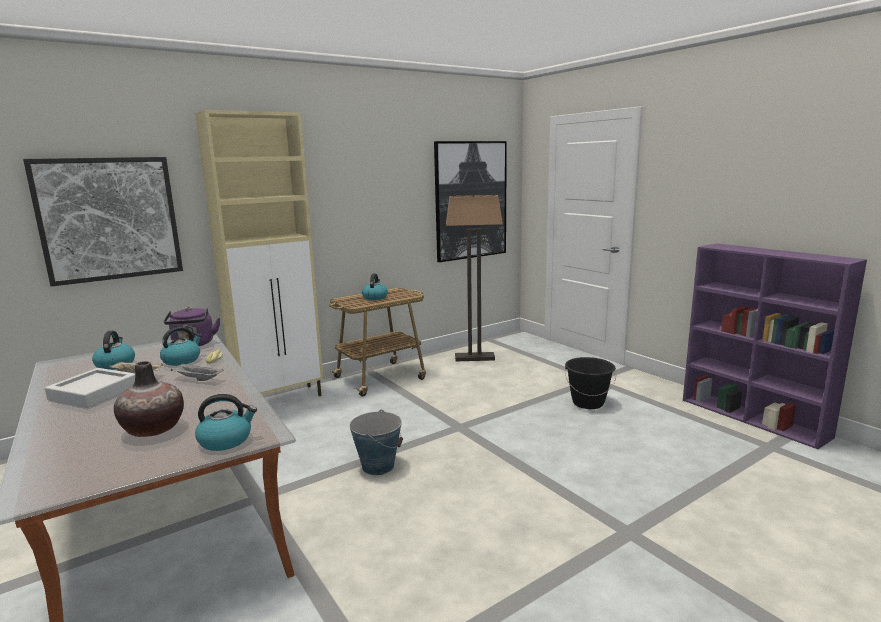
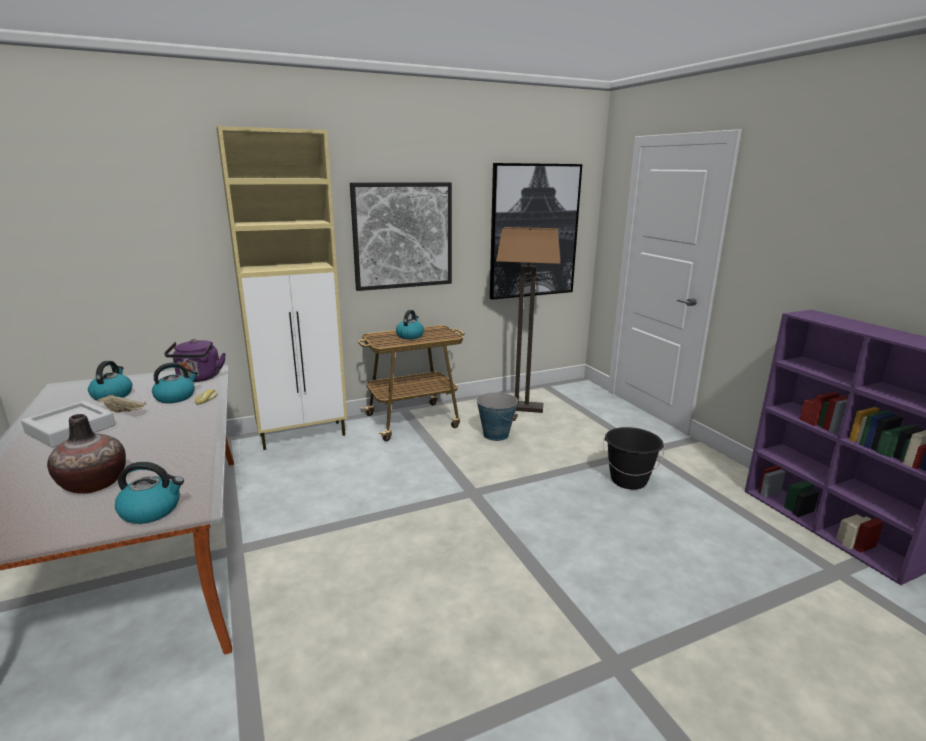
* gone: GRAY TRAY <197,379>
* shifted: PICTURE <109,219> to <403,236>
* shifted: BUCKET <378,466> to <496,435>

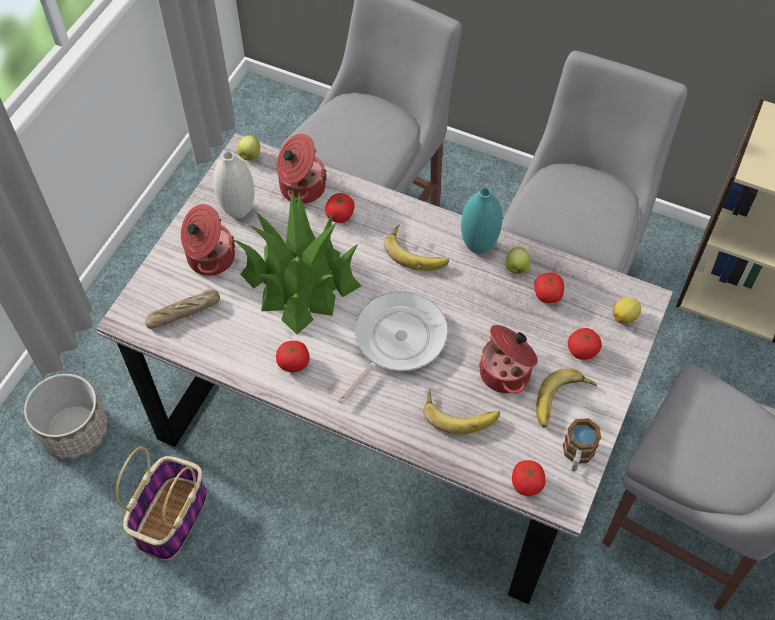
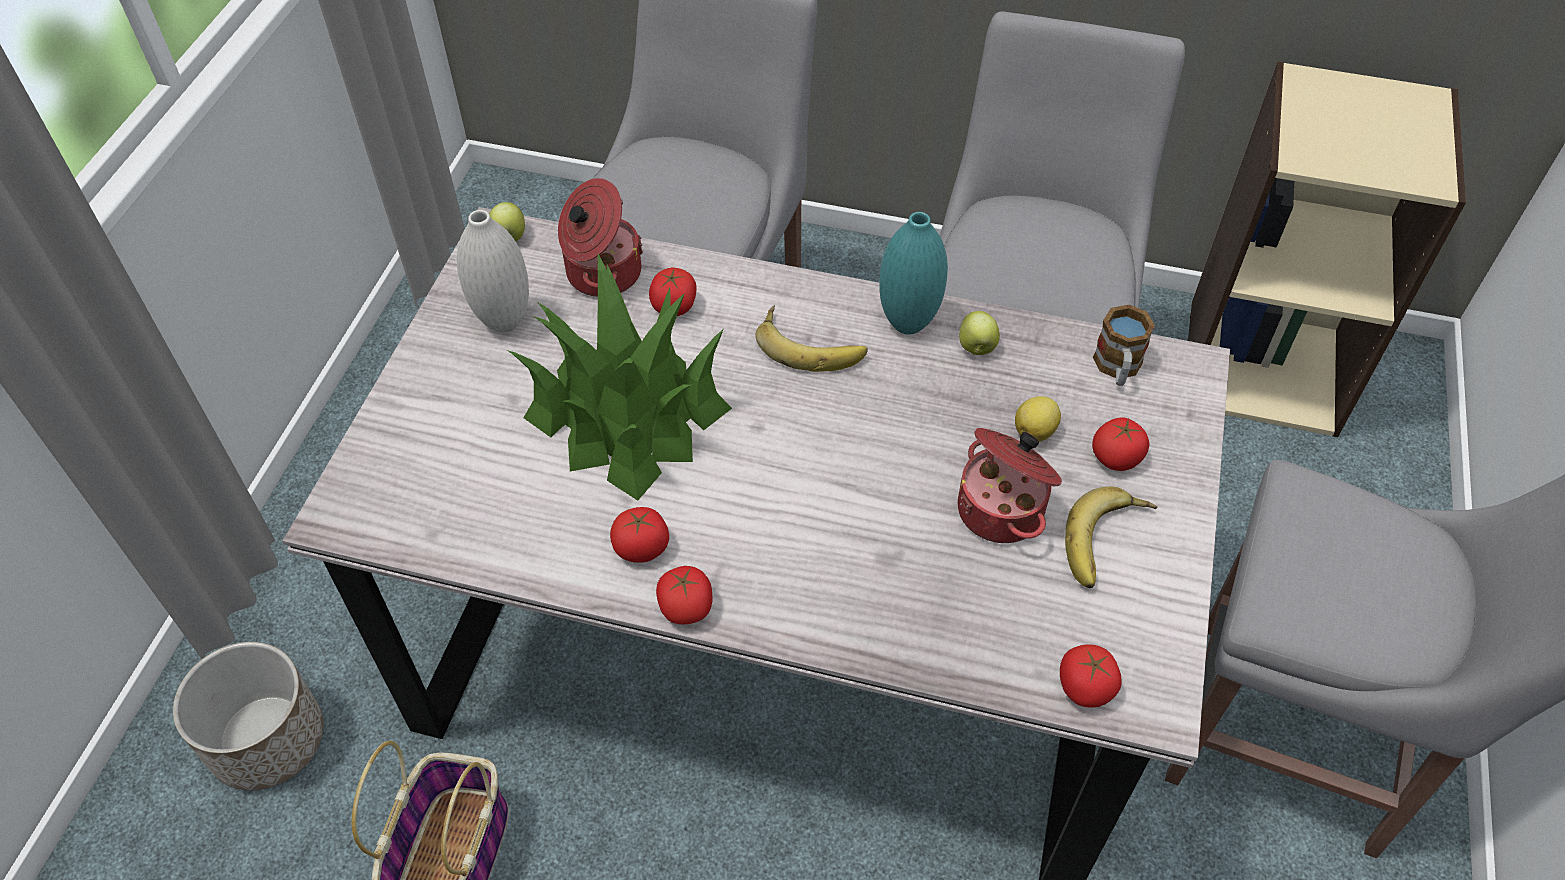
* gone: BREAD <183,313>
* gone: COOKING POT <209,258>
* gone: SKILLET <396,341>
* gone: WHOLE BANANA <460,412>
* shifted: FRESH TOMATO <547,295> to <686,608>
* shifted: MUG <577,455> to <1117,368>
* shifted: WHOLE LEMON <625,317> to <1035,431>

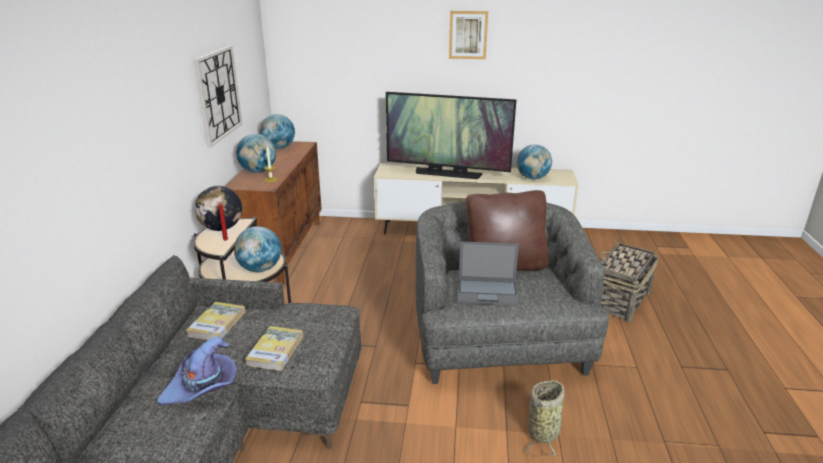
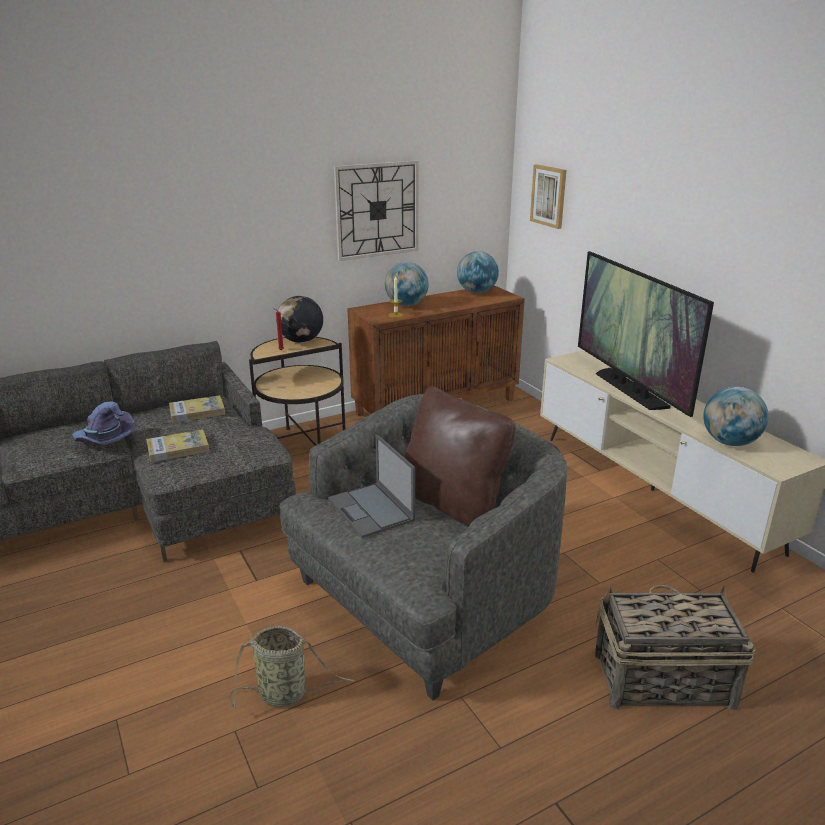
* gone: GLOBE <260,269>
* shifted: PICTURE <468,35> to <549,196>

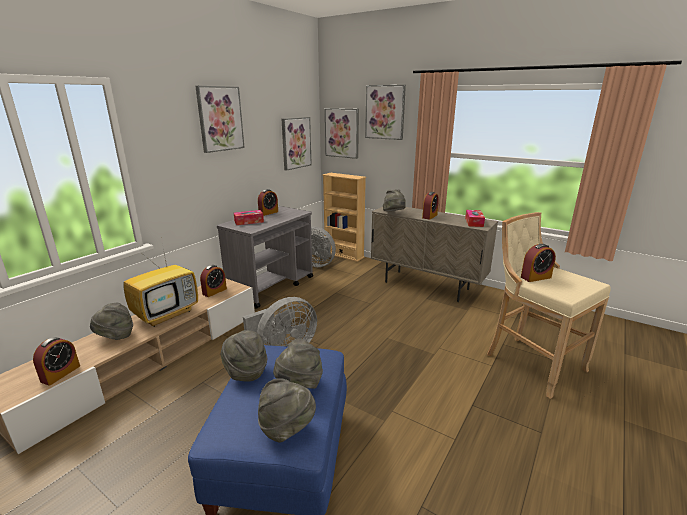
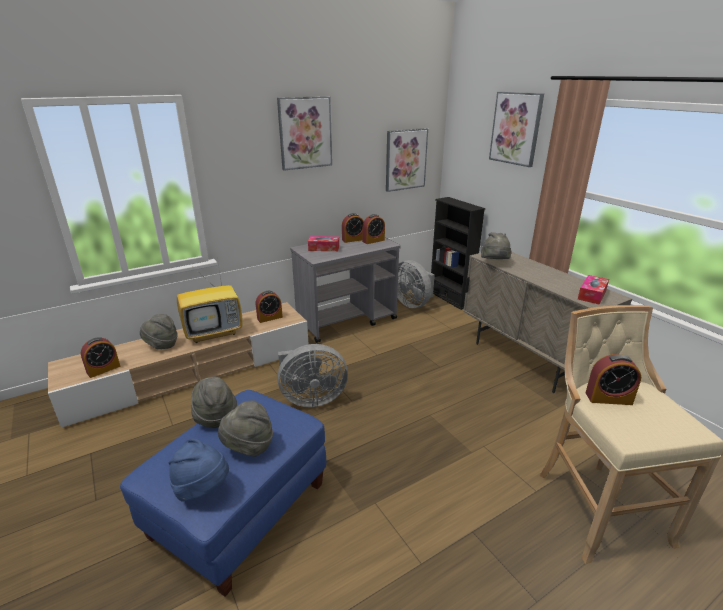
* gone: PICTURE <342,133>
* shifted: BEDSIDE CLOCK <429,216> to <373,241>
* repainted: GRAY WEARABLE HAT <287,428> to BLUISH WEARABLE HAT <203,488>
* repainted: BEIGE-COLOURED SHELVING UNIT <343,255> to BLACK-COLOURED SHELVING UNIT <450,298>

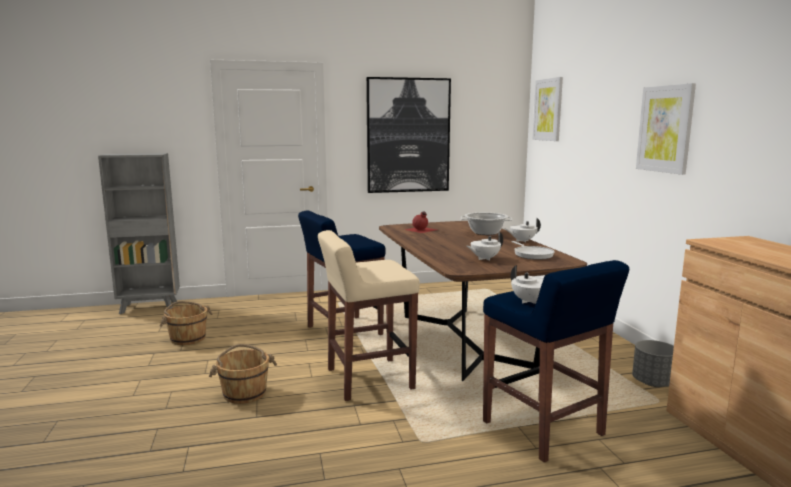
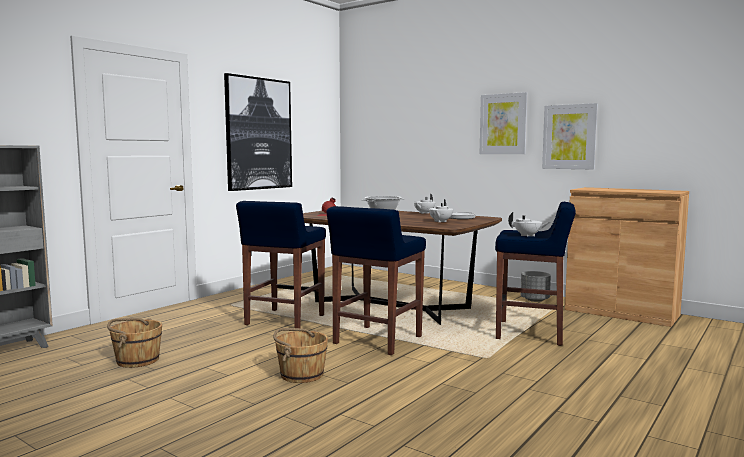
* shifted: PICTURE <548,109> to <569,137>
* repainted: BEIGE-COLOURED STOOL <368,379> to BLUISH STOOL <376,341>

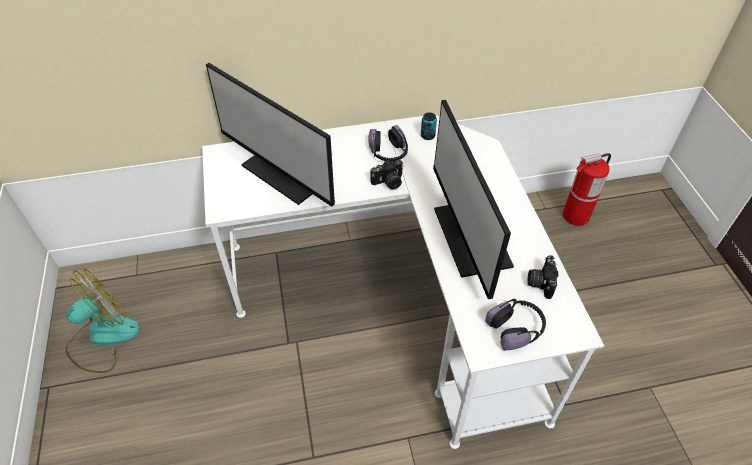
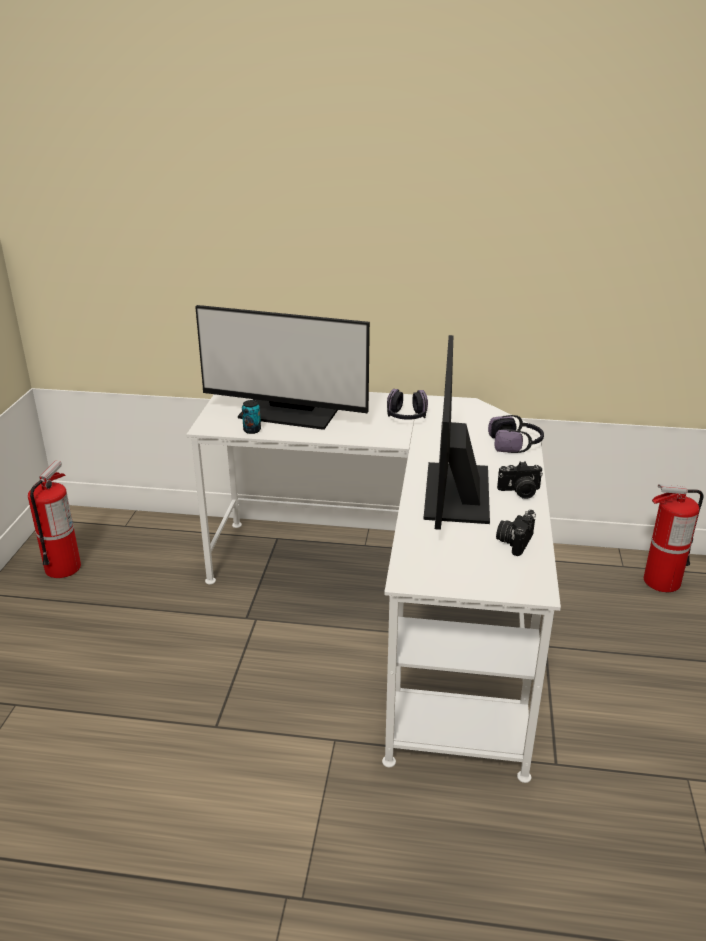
* shifted: STILL CAMERA <388,182> to <520,492>
* shifted: SEALED CAN <427,136> to <252,430>
* shifted: HEADSET <516,329> to <516,444>
* swapped: FAN <102,337> to FIRE-FIGHTING CYLINDER <63,567>
* rotated: COMPUTER SCREEN <285,173> = <289,413> 45 degrees counterclockwise

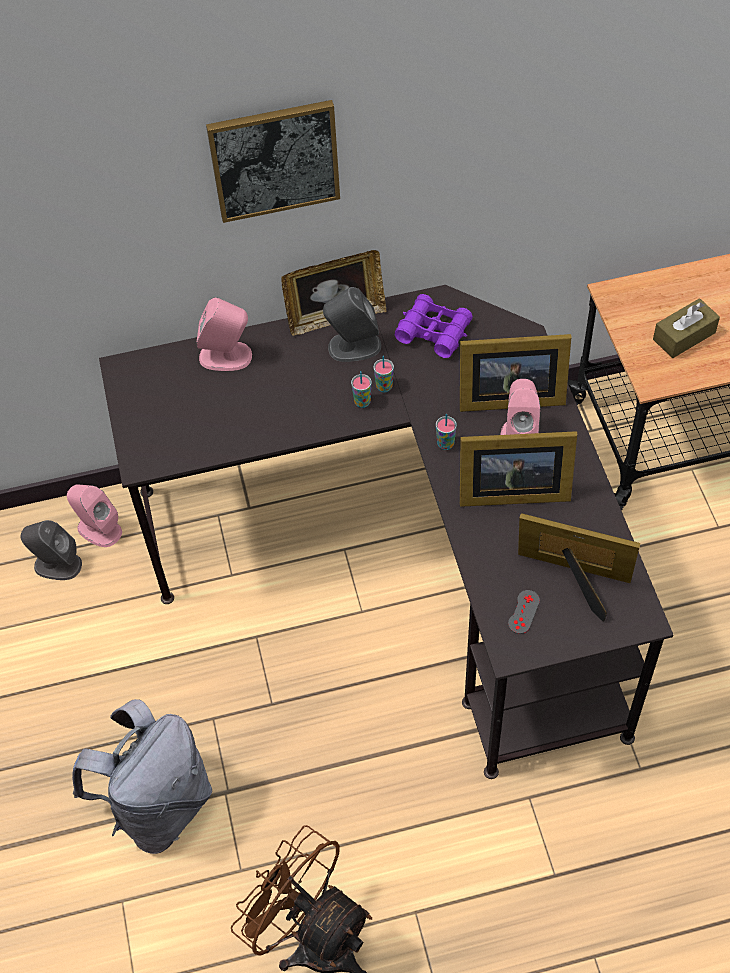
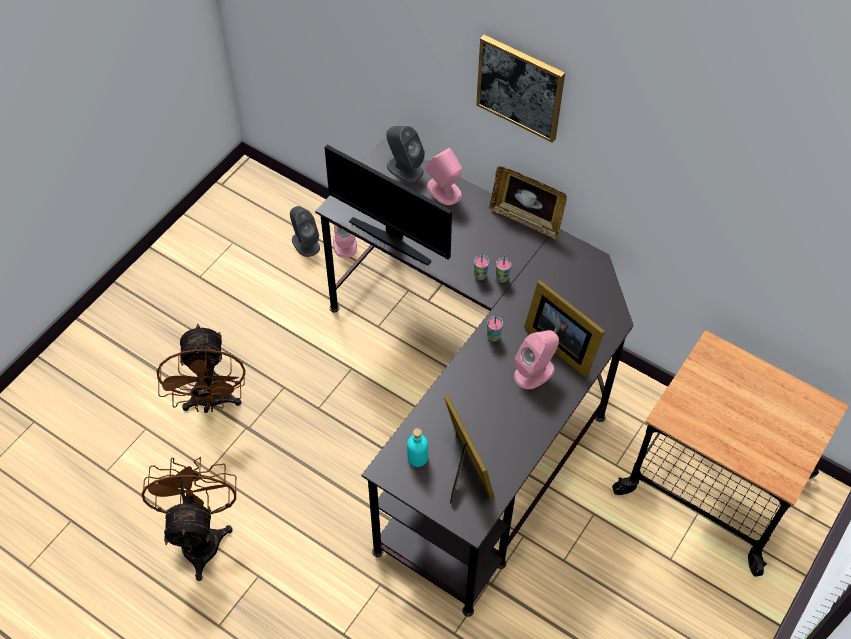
* gone: PURPLE BINOCULARS <433,332>
* gone: STANDING FRAME <509,490>
* gone: BROWNISH TISSUE HOLDER <684,336>
* new: COMPUTER SCREEN <391,239>
* shifted: GRAY SPEAKER <353,346> to <404,168>
* swapped: GRAY RUCKSACK <158,805> to BROWNISH FAN <212,402>
* swapped: GRAY GAME CONTROLLER <523,612> to TURQUOISE DRINK BOTTLE <417,458>

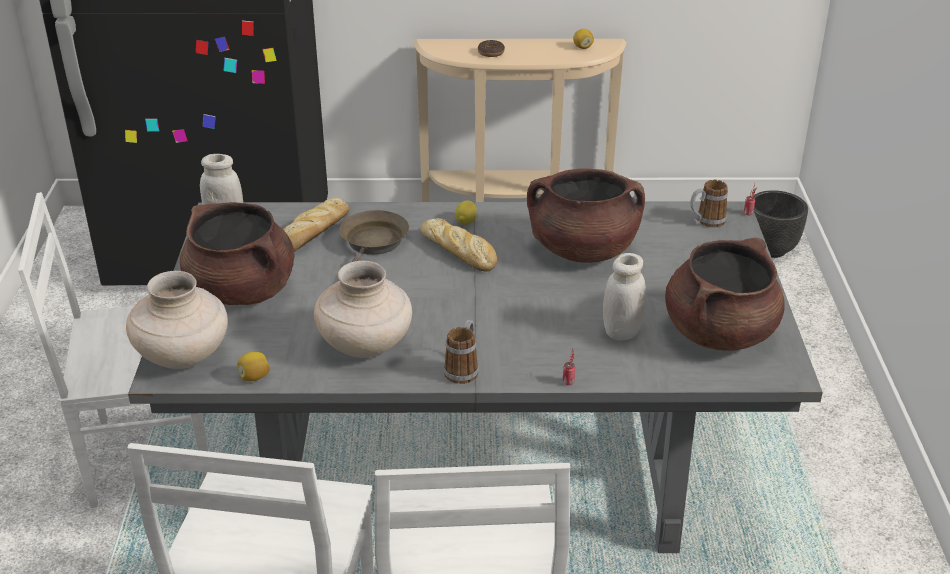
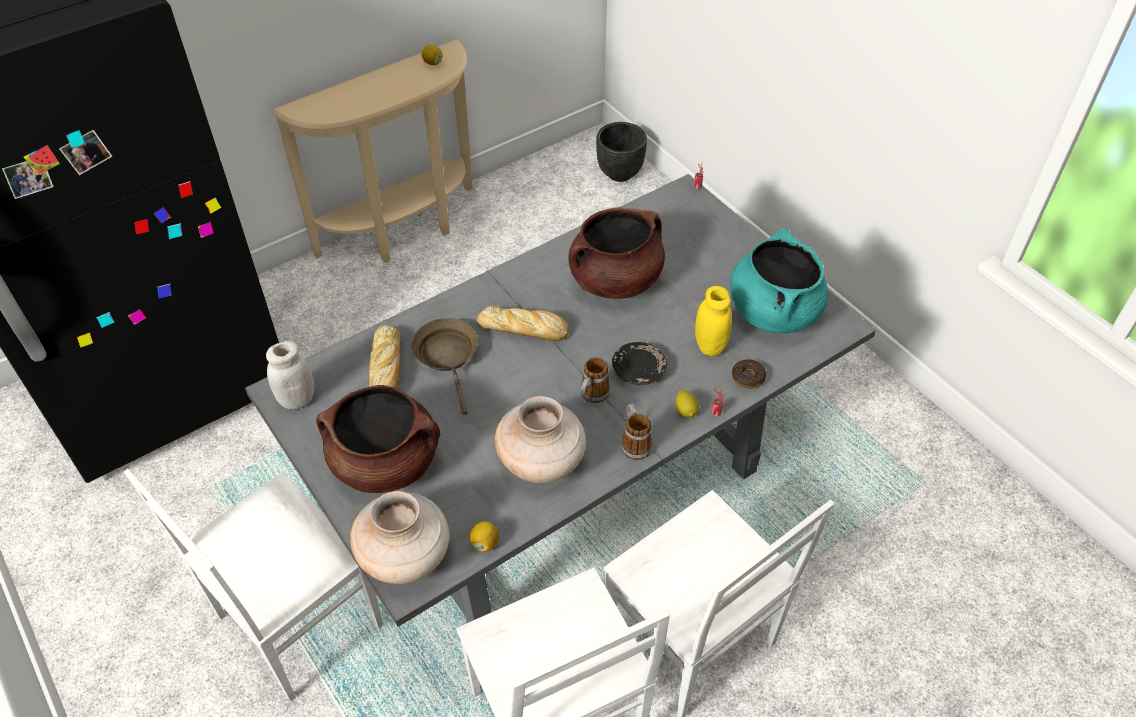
* new: BLACK-COLOURED FLAT DISH <638,370>
* shifted: WHOLE LEMON <466,221> to <686,411>
* shifted: DOUGHNUT <491,53> to <748,377>
* shifted: MUG <706,222> to <592,396>
* repainted: WHITE-COLOURED PRESERVE JAR <621,331> to YELLOW PRESERVE JAR <710,346>
* repainted: BROWNISH COOKING POT <719,332> to TURQUOISE COOKING POT <773,311>

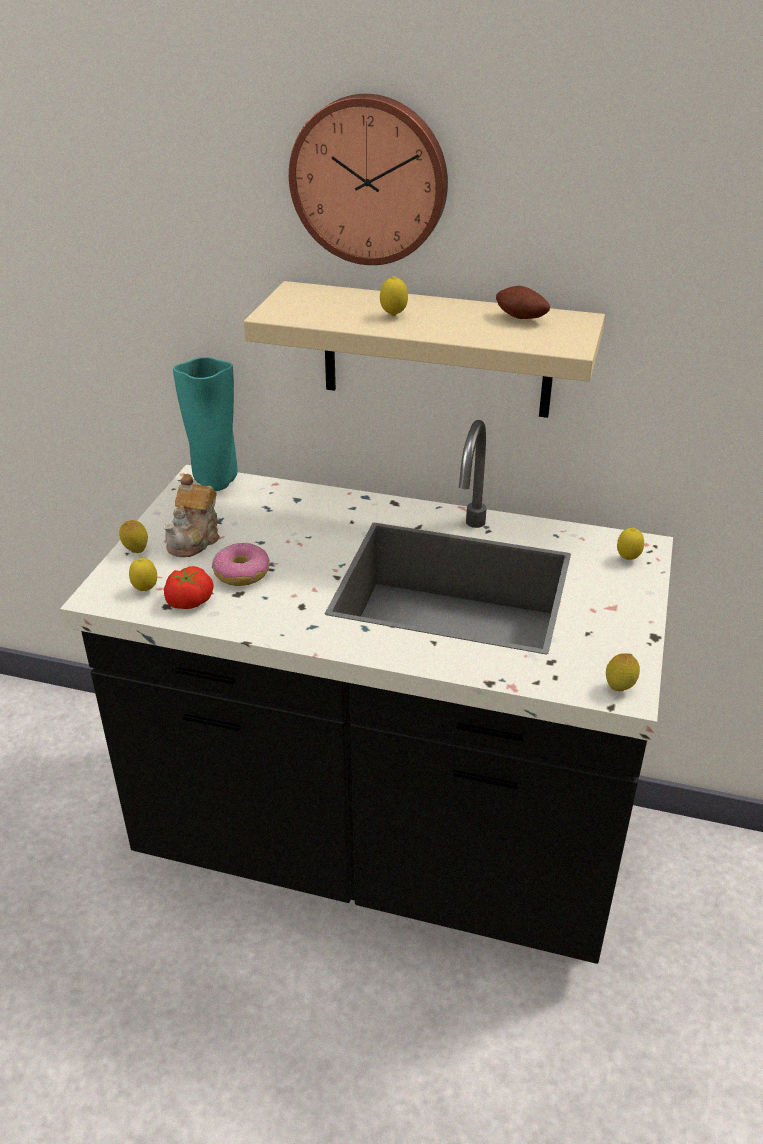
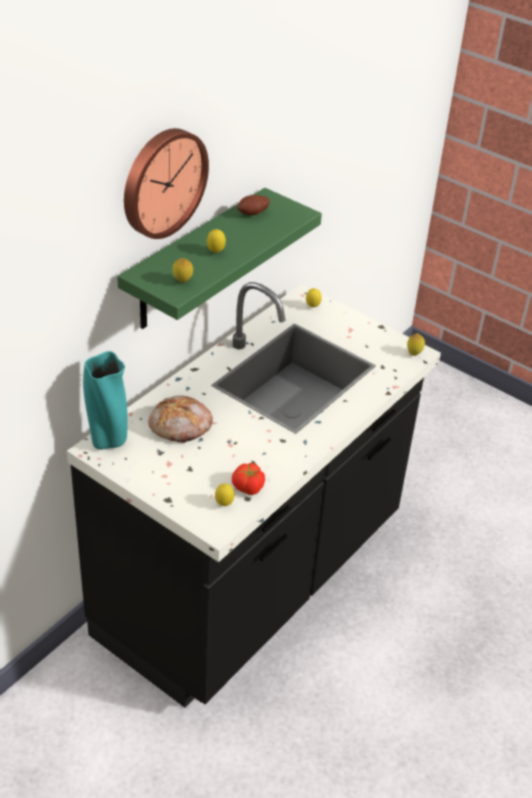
* gone: POT FOR TEA <195,539>
* gone: DOUGHNUT <242,573>
* new: BREAD <181,426>
* shifted: WHOLE LEMON <136,551> to <182,282>
* repainted: BEIGE-COLOURED BRACKET SHELF <436,350> to GREEN-COLOURED BRACKET SHELF <195,261>

